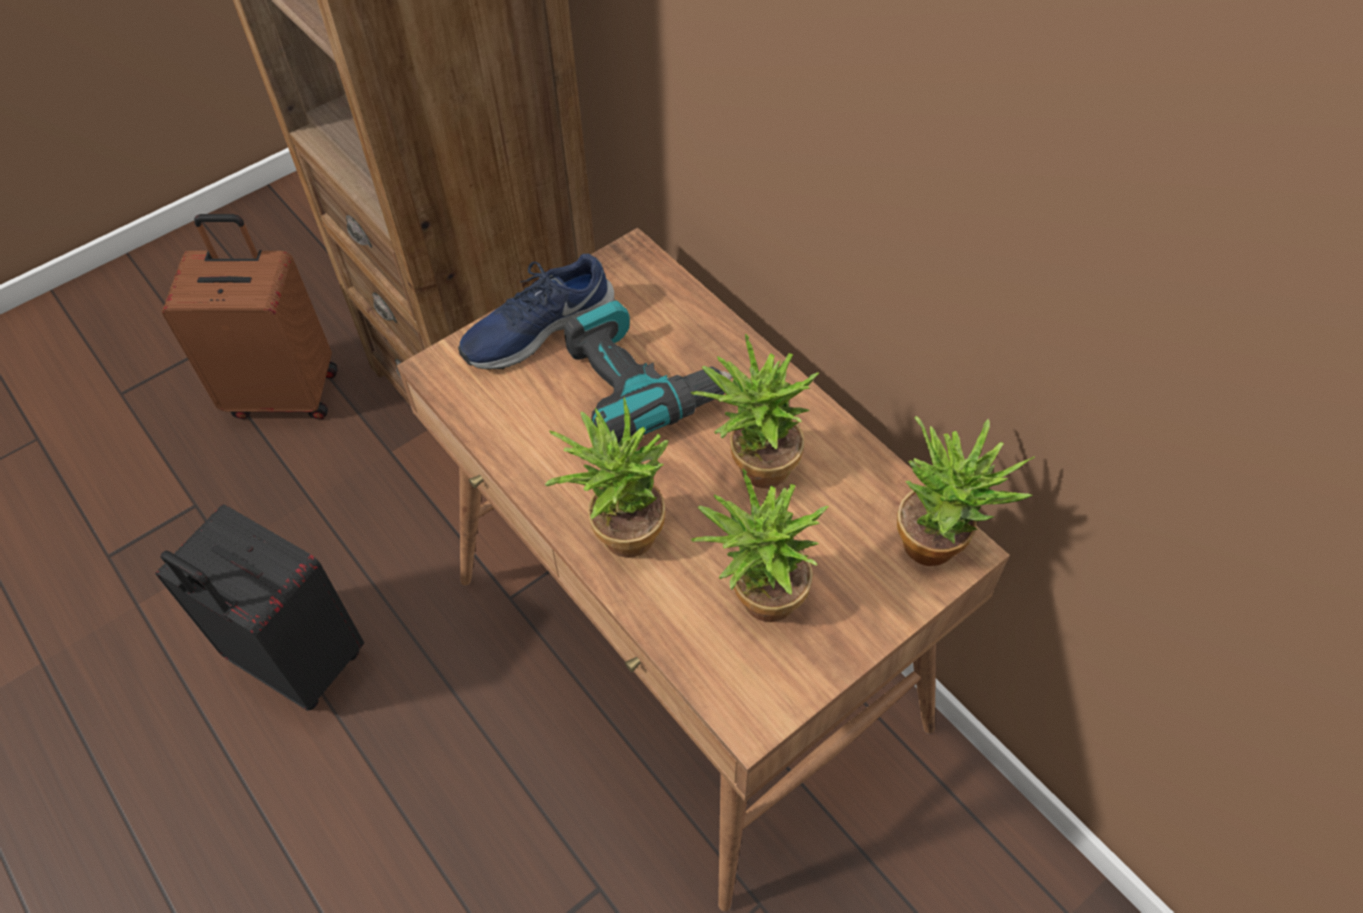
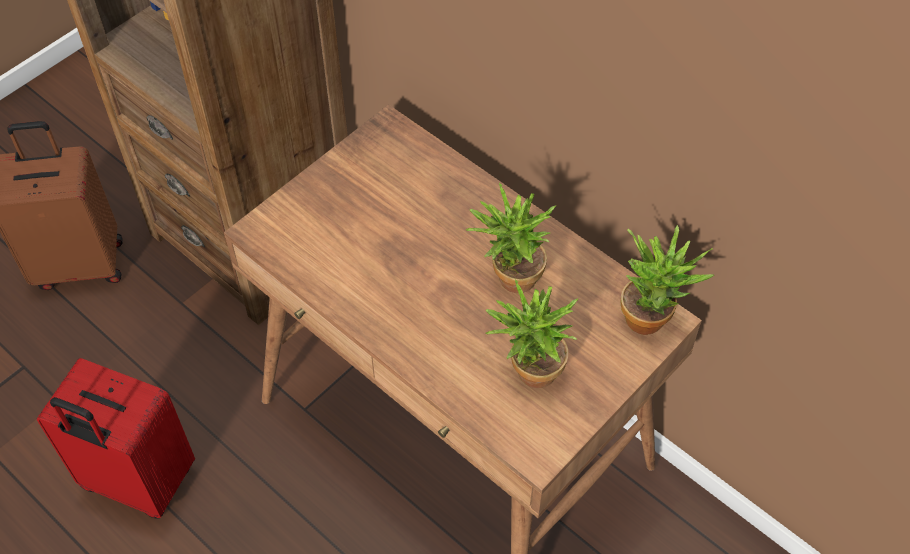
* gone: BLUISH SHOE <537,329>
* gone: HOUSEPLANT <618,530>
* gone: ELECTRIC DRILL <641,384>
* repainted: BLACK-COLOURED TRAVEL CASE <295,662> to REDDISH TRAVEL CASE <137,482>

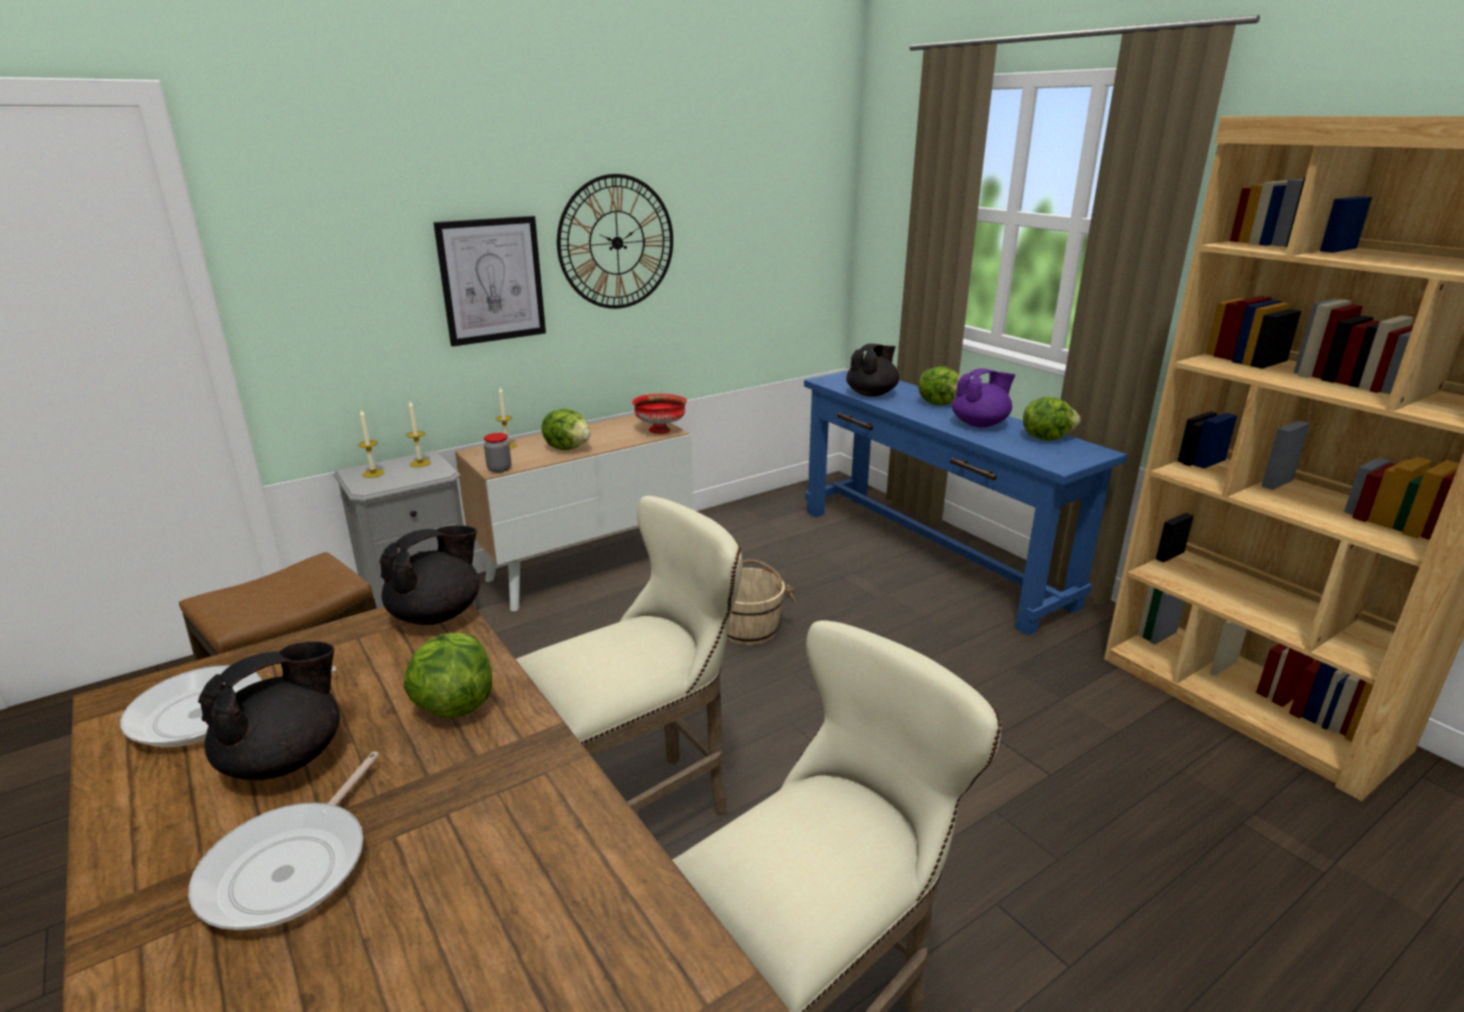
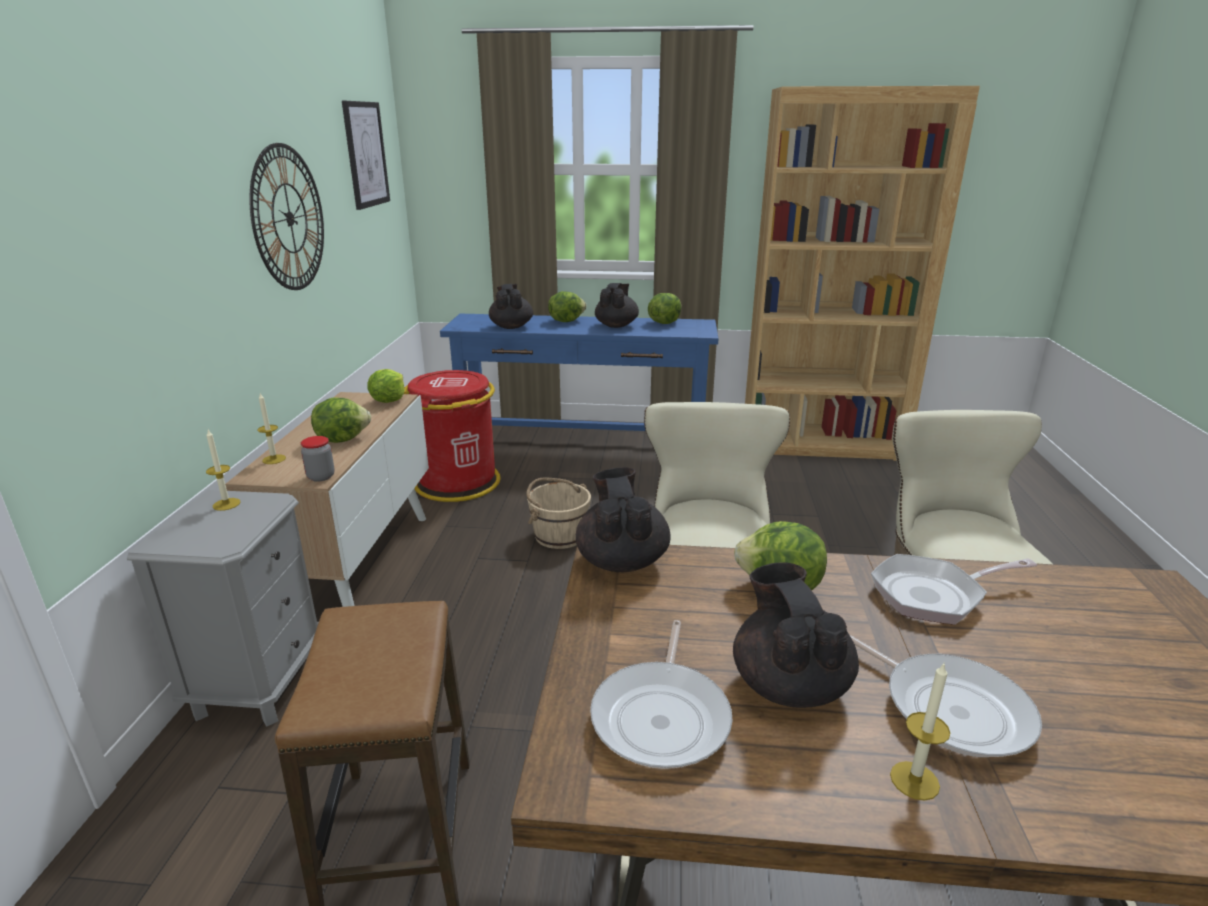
* new: REDDISH RUBBISH BIN <458,482>
* new: SKILLET <934,595>
* shifted: WAX LIGHT <373,473> to <914,780>
* shifted: PICTURE <492,280> to <365,154>
* swapped: REDDISH BOWL <660,430> to HEAD OF LETTUCE <389,400>
* repainted: PURPLE POT FOR TEA <980,424> to BLACK-COLOURED POT FOR TEA <616,325>

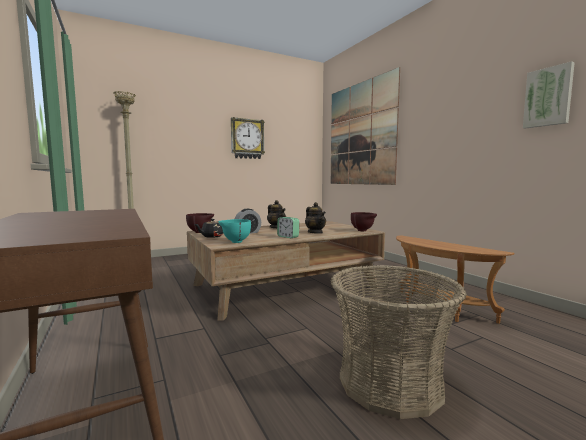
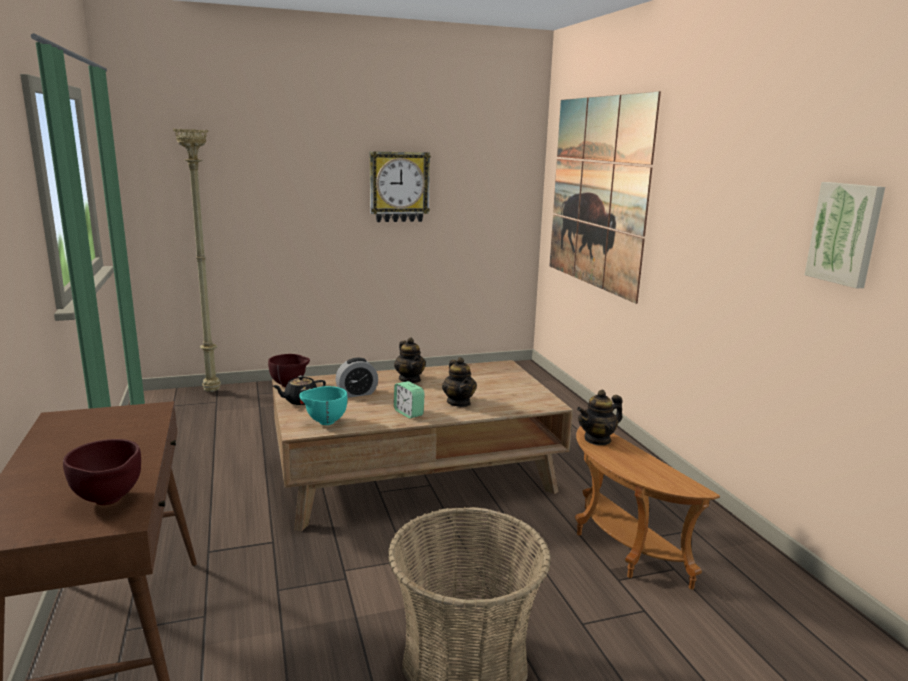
* new: POT FOR TEA <597,439>
* shifted: BROWNISH BOWL <363,231> to <109,501>

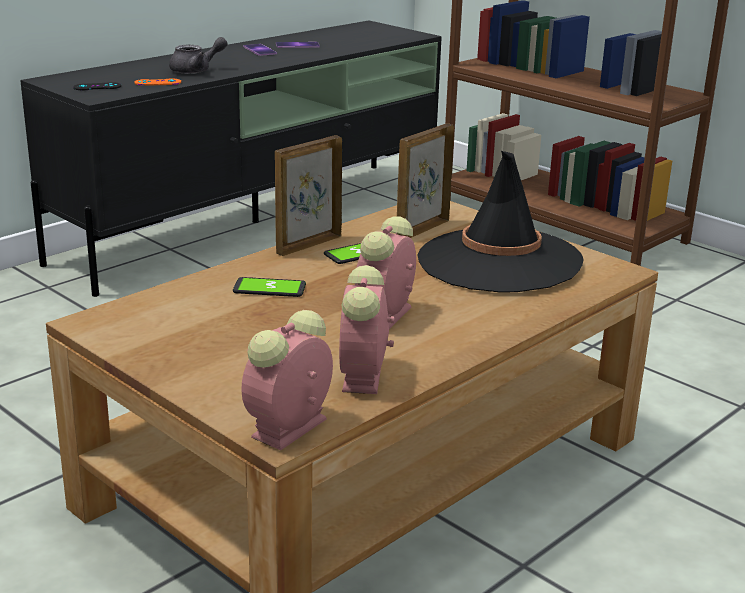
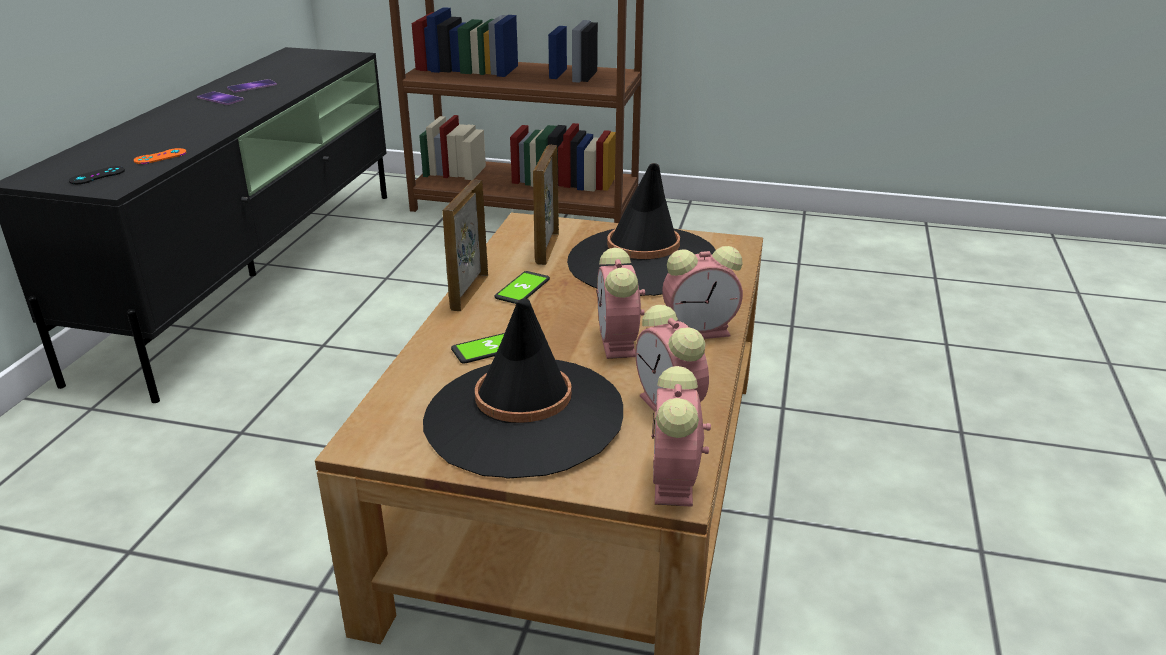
* gone: GRAY POT FOR TEA <196,70>
* new: BLACK-COLOURED WEARABLE HAT <523,417>
* new: BEDSIDE CLOCK <701,331>

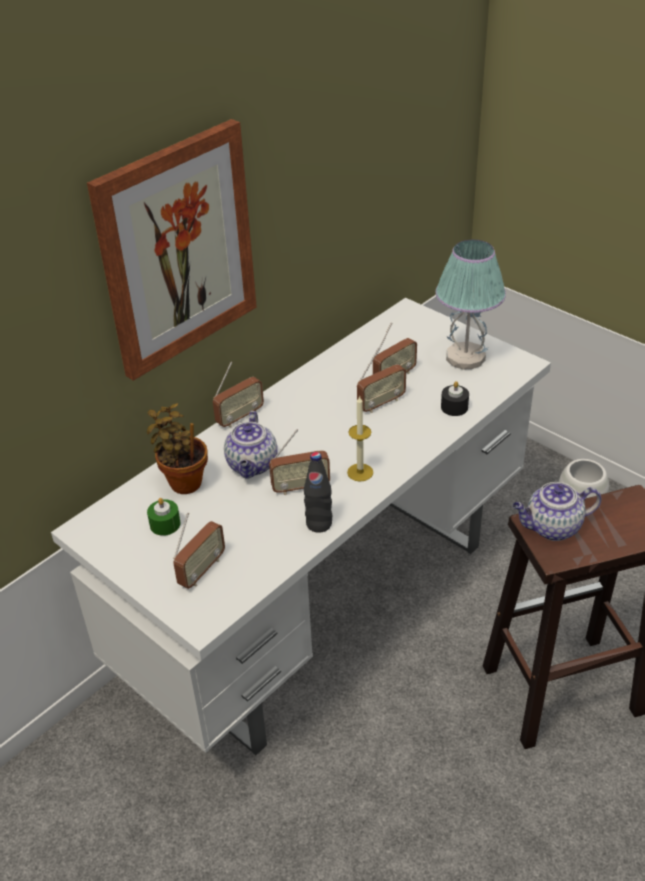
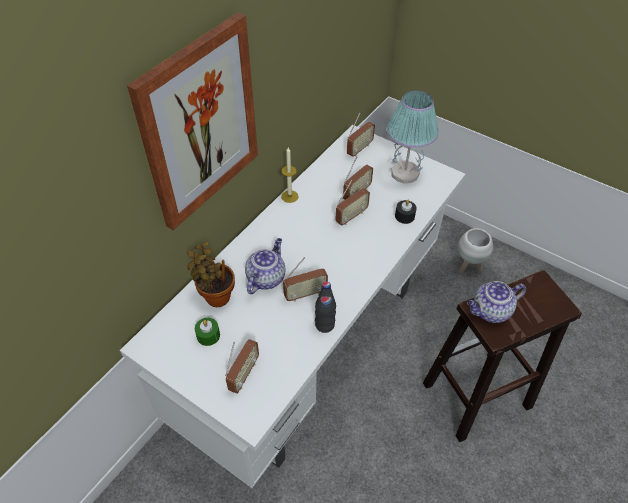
* shifted: RADIO <240,417> to <359,149>
* shifted: WAX LIGHT <360,472> to <289,196>
* rotated: POT FOR TEA <252,465> = <266,277> 150 degrees counterclockwise

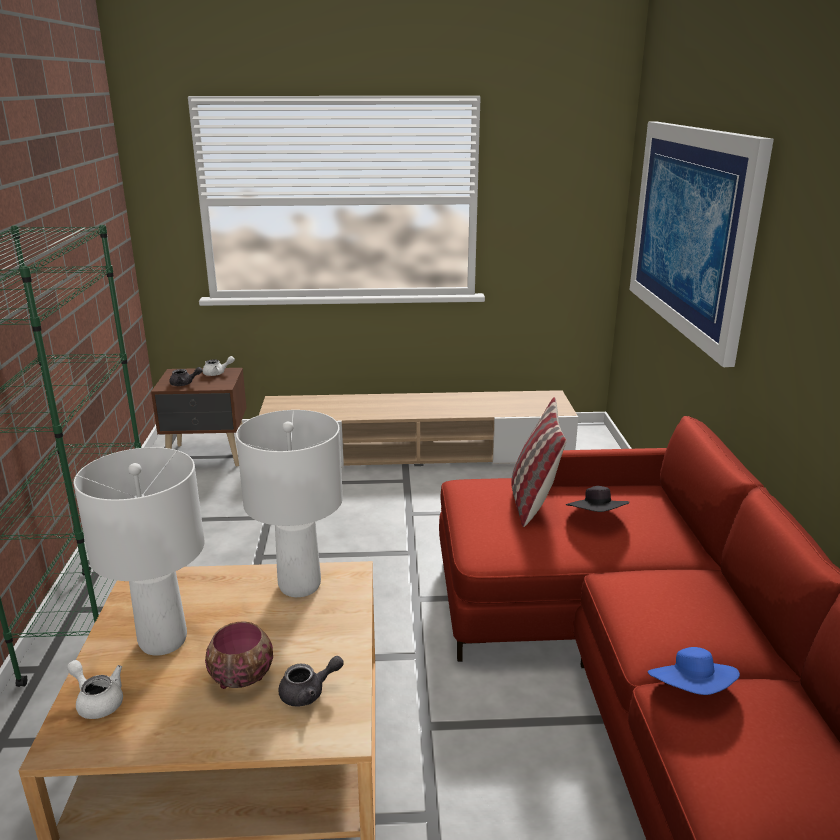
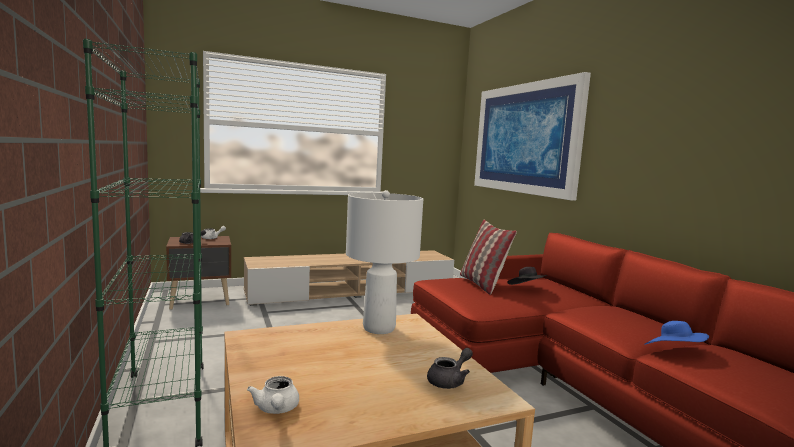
* gone: WHITE-COLOURED TABLE LAMP <164,640>
* gone: BOWL <241,677>
* rotated: WHITE-COLOURED POT FOR TEA <97,701> = <276,409> 120 degrees counterclockwise

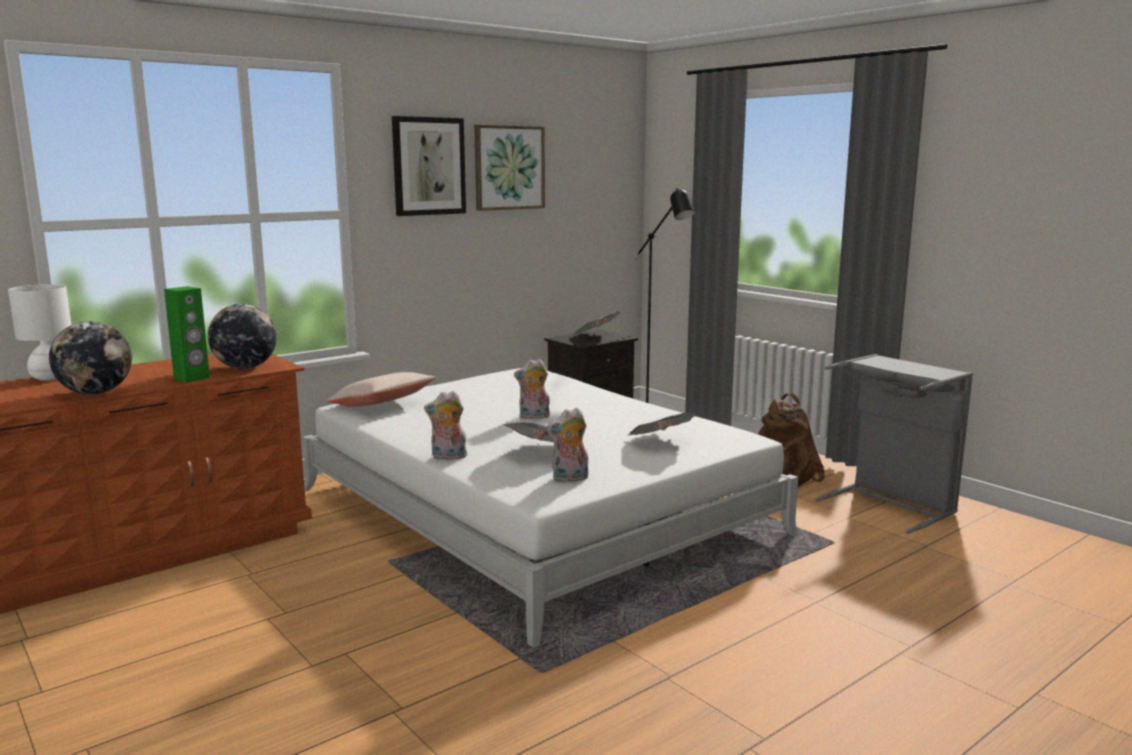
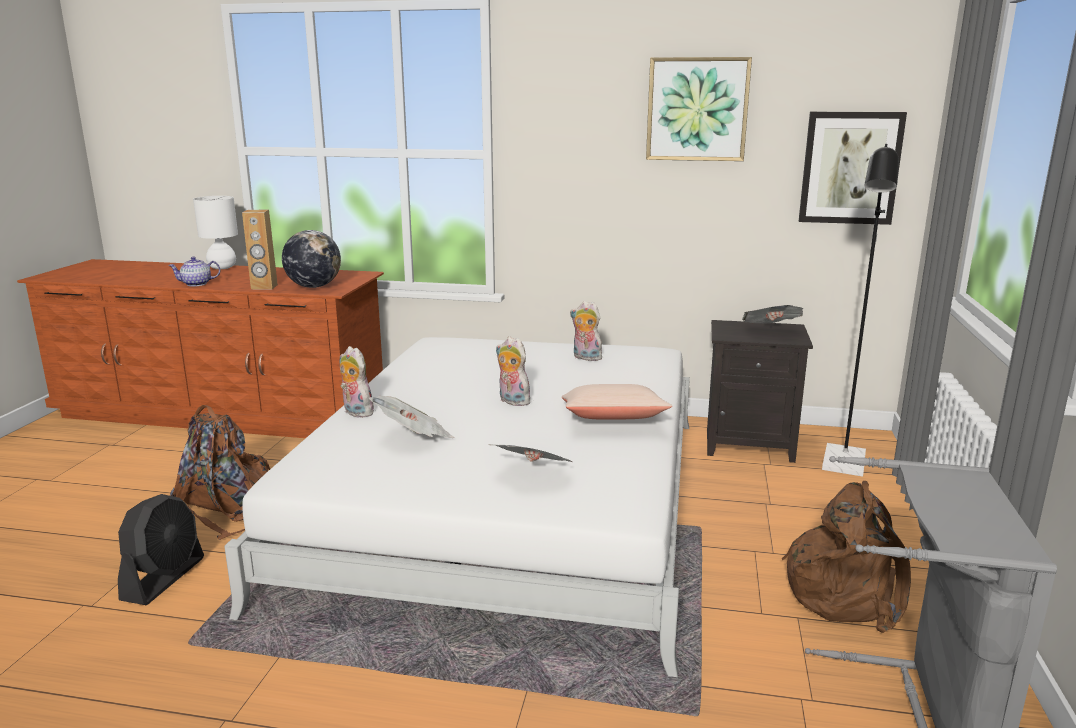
* new: BLACK-COLOURED FAN <164,578>
* new: BROWNISH RUCKSACK <229,508>
* shifted: BEIGE-COLOURED PILLOW <382,405> to <613,420>
* shifted: PICTURE <428,166> to <850,168>
* shifted: PLUSH TOY <570,479> to <585,358>
* swapped: GLOBE <95,393> to POT FOR TEA <197,284>
* repainted: GREEN-COLOURED SPEAKER <192,378> to BROWNISH SPEAKER <264,287>

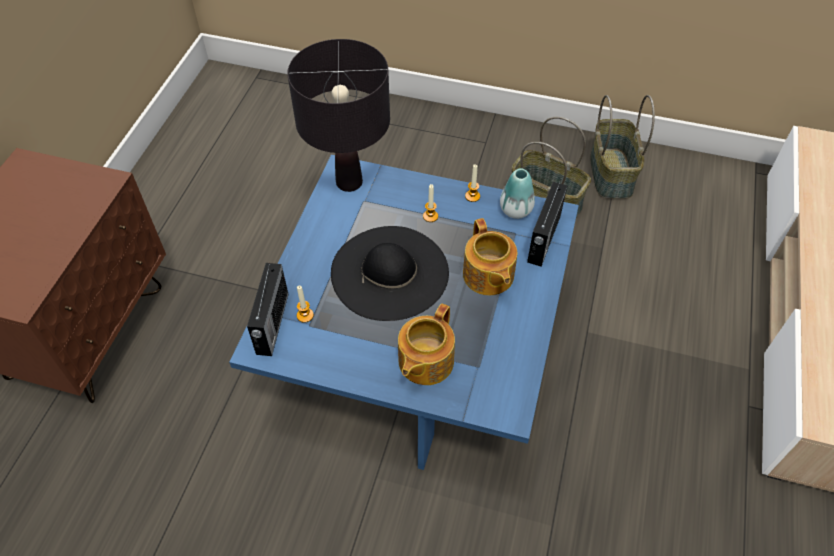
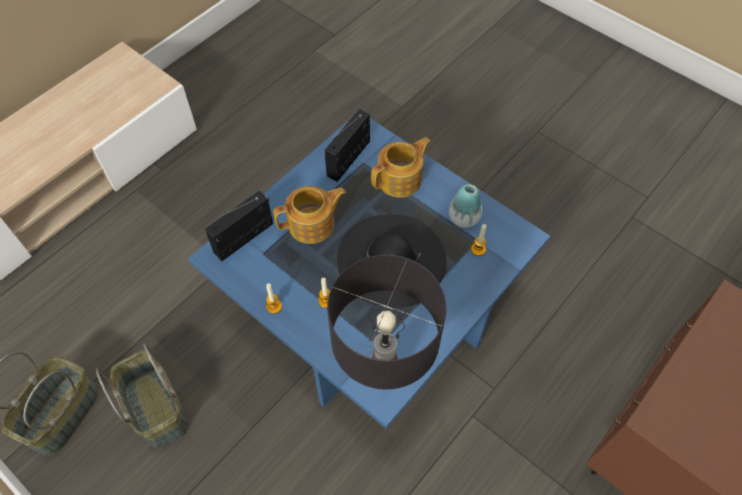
* shifted: RADIO <272,324> to <349,157>
* shifted: VASE <515,210> to <463,218>
* rotated: POT FOR TEA <488,276> = <312,224> 60 degrees clockwise

